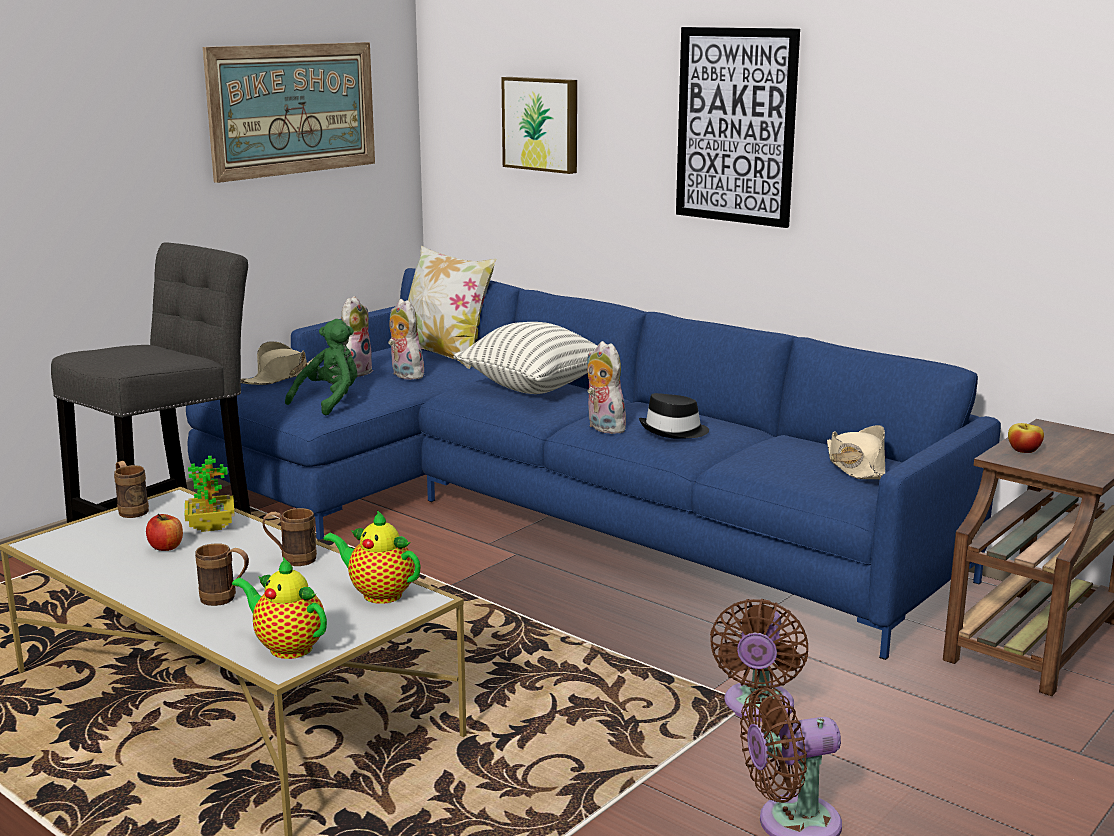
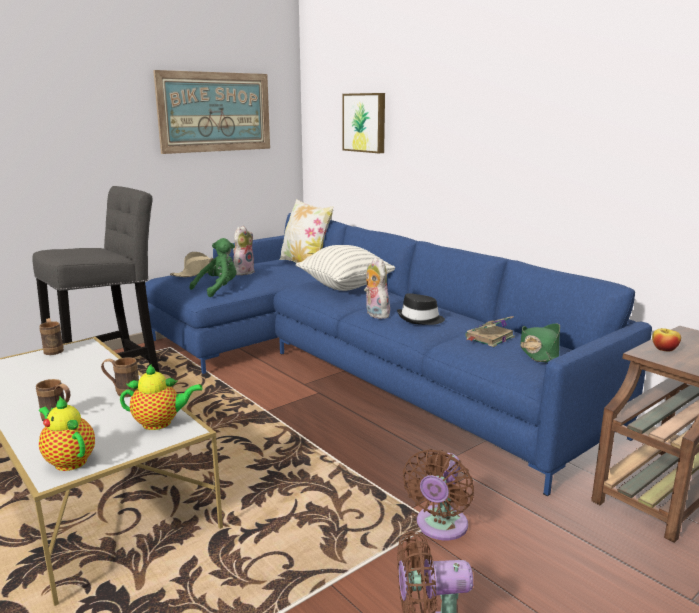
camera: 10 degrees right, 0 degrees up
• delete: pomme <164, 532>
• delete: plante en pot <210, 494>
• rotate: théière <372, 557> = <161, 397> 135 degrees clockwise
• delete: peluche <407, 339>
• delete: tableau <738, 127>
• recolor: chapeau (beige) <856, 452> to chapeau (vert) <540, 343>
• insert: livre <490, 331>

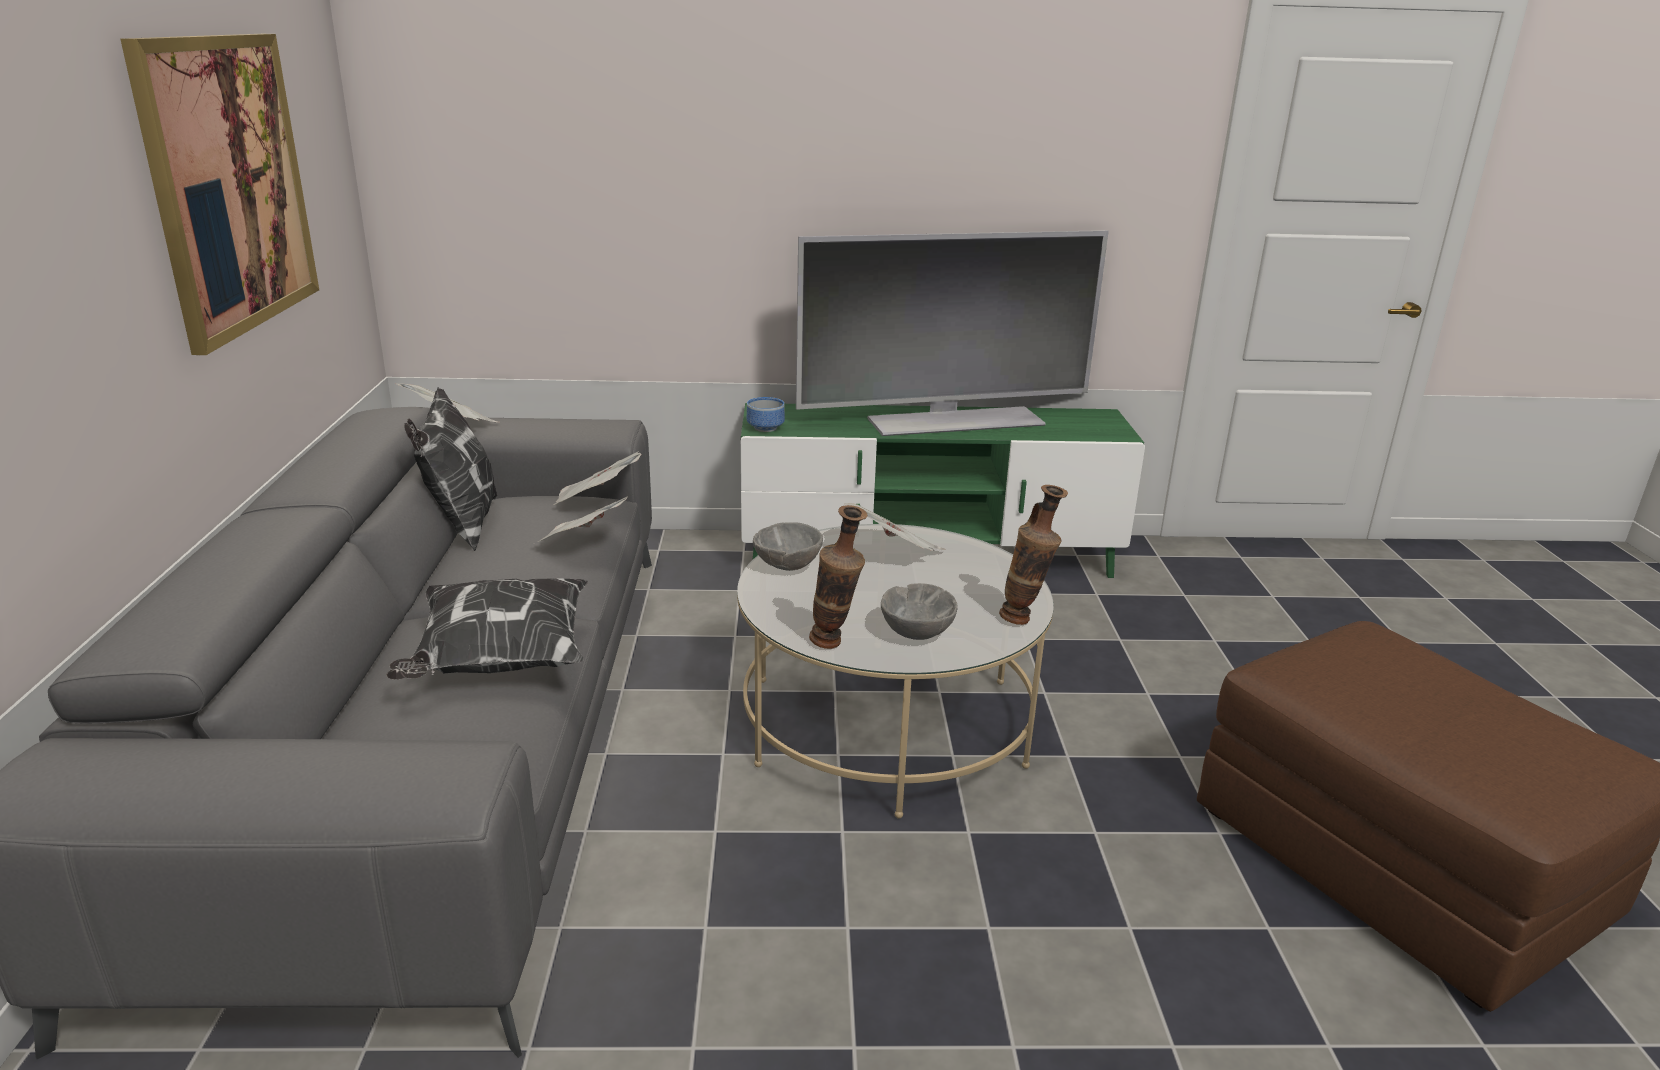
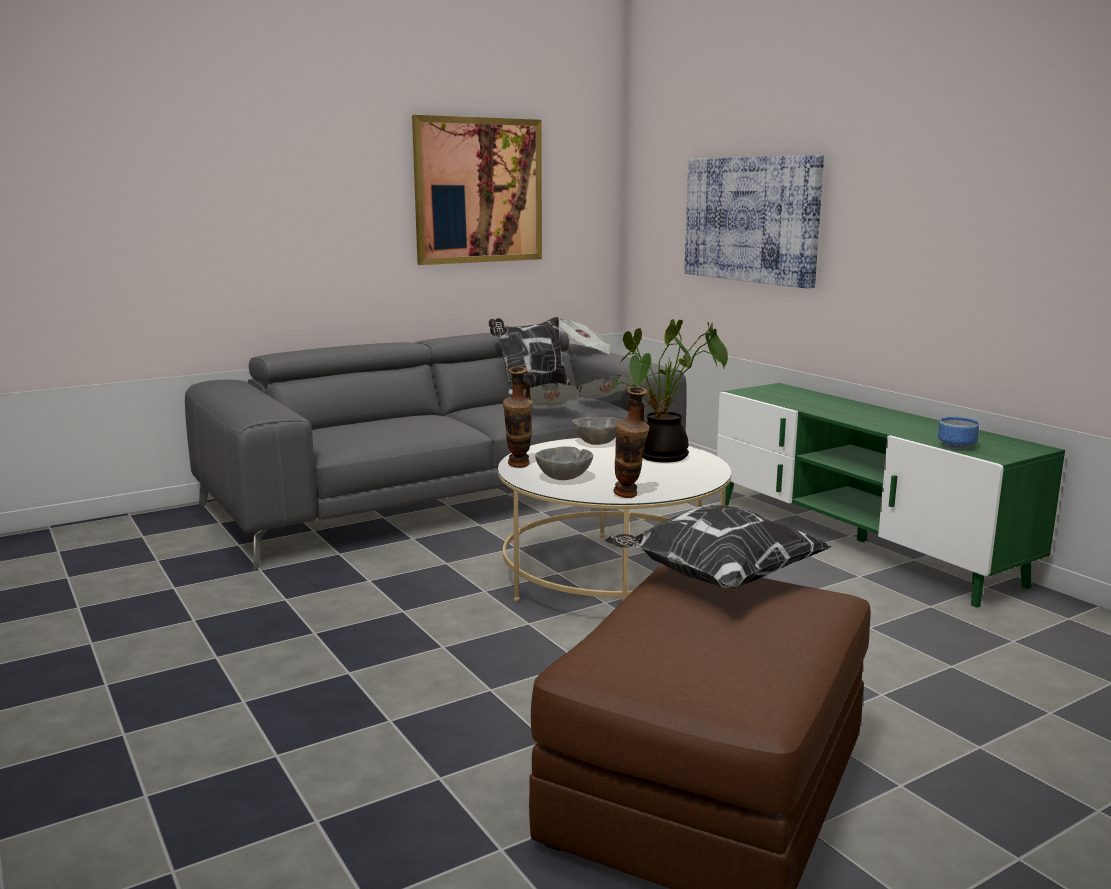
camera: 60 degrees right, 10 degrees down
• move: coussin <487, 629> to <718, 546>
• move: bol <766, 414> to <958, 433>
• delete: téléviseur <952, 333>
• replace: journal <895, 527> to plante en pot <668, 391>
• insert: tableau <754, 221>

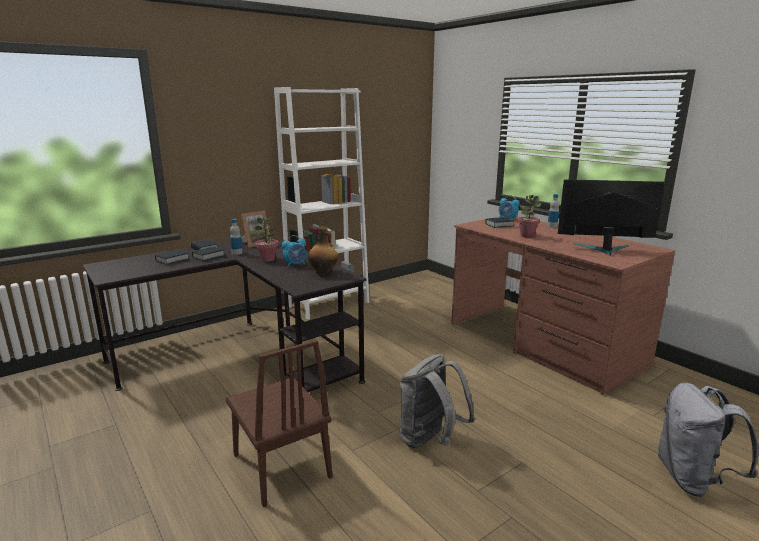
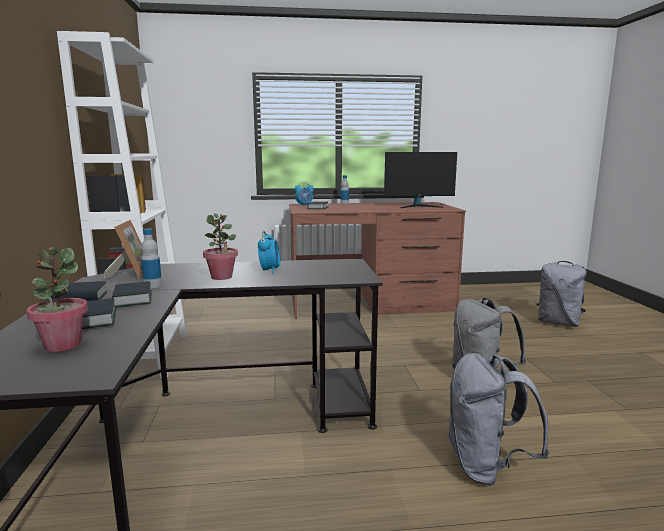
camera: 60 degrees left, 5 degrees down
• replace: chaise (marron) <279, 423> to sac à dos (gris) <498, 419>
• delete: bouteille <323, 251>
• move: plante en pot <529, 216> to <57, 299>
• rotate: écran d'ordinateur <611, 217> = <420, 180> 135 degrees counterclockwise

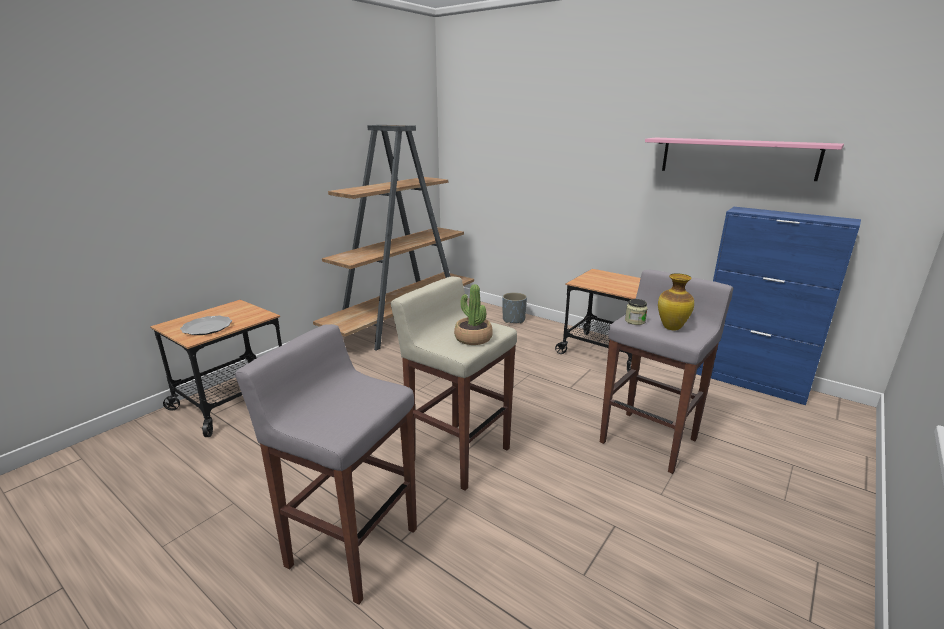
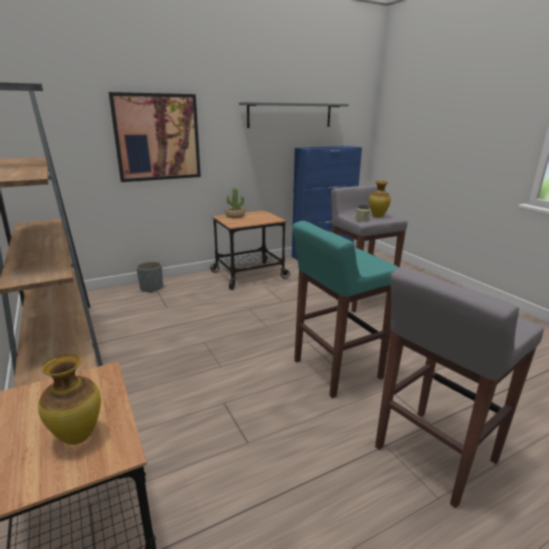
camera: 65 degrees left, 0 degrees up
• replace: assiette <206, 325> to vase <69, 399>
• recolor: tabouret (beige) <454, 384> to tabouret (turquoise) <345, 309>
• move: plante en pot <473, 314> to <235, 202>
• recolor: étagère (rose) <744, 159> to étagère (gris) <294, 115>
• insert: tableau <155, 137>

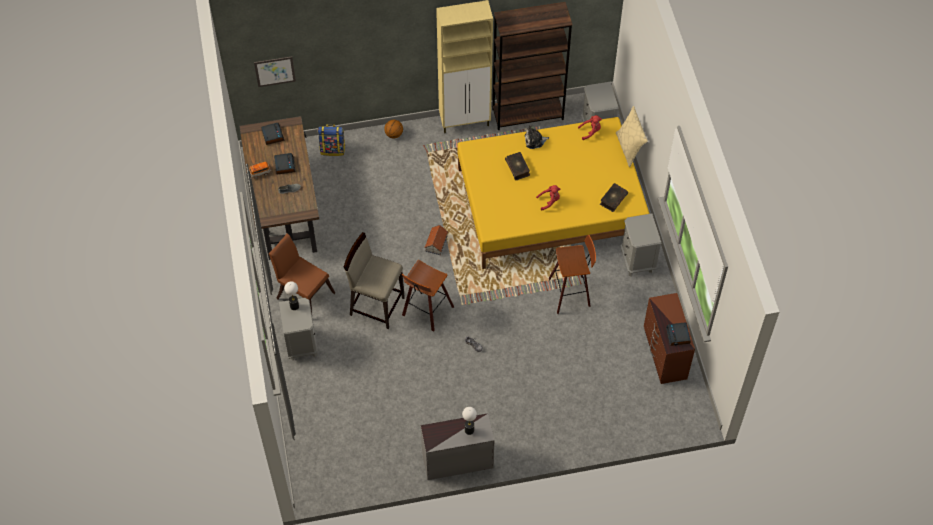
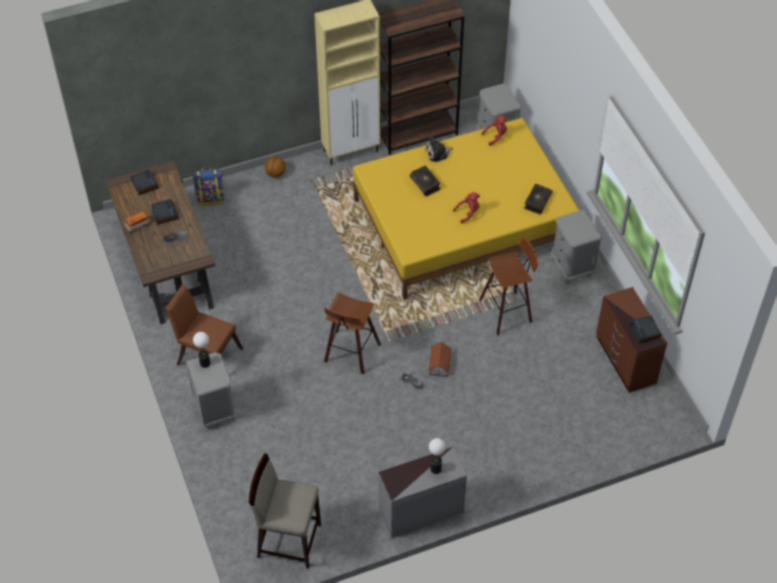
camera: 10 degrees left, 5 degrees down
• delete: tableau <275, 71>
• move: tabouret (beige) <374, 280> to <285, 511>
• move: maison miniature <436, 240> to <440, 359>
• delete: coussin (beige) <632, 136>

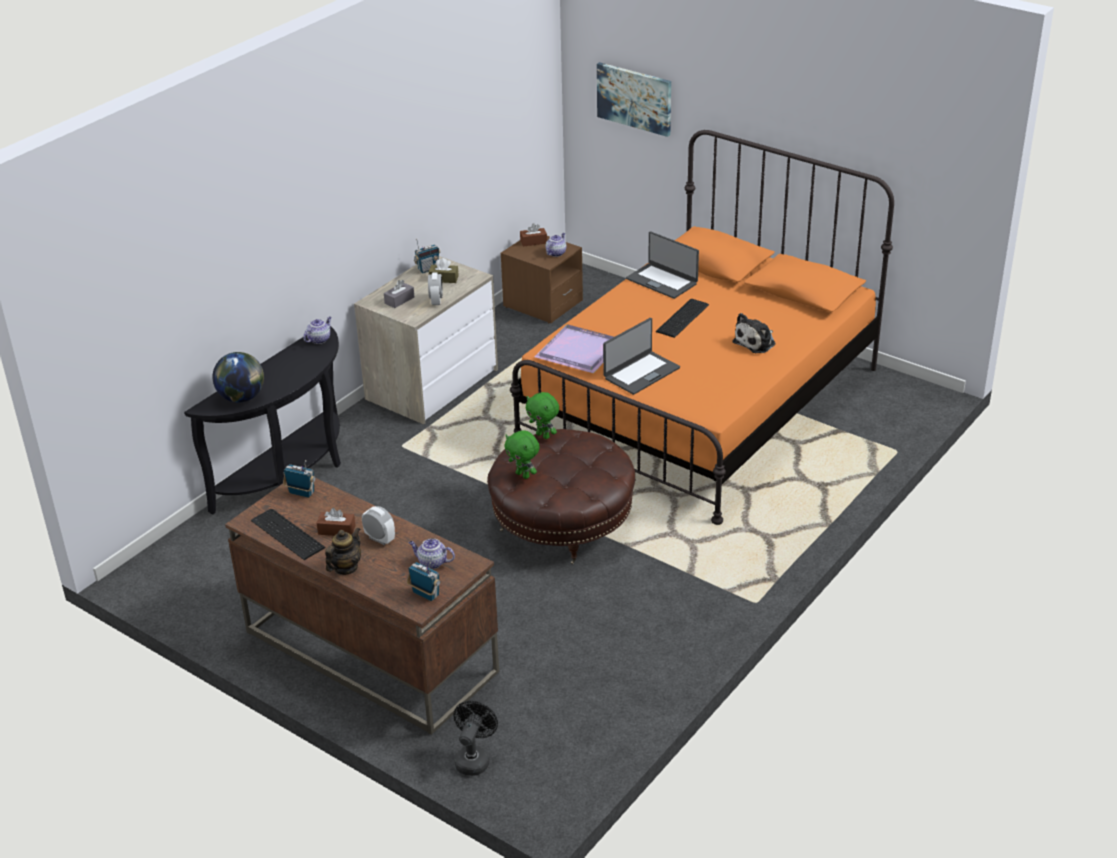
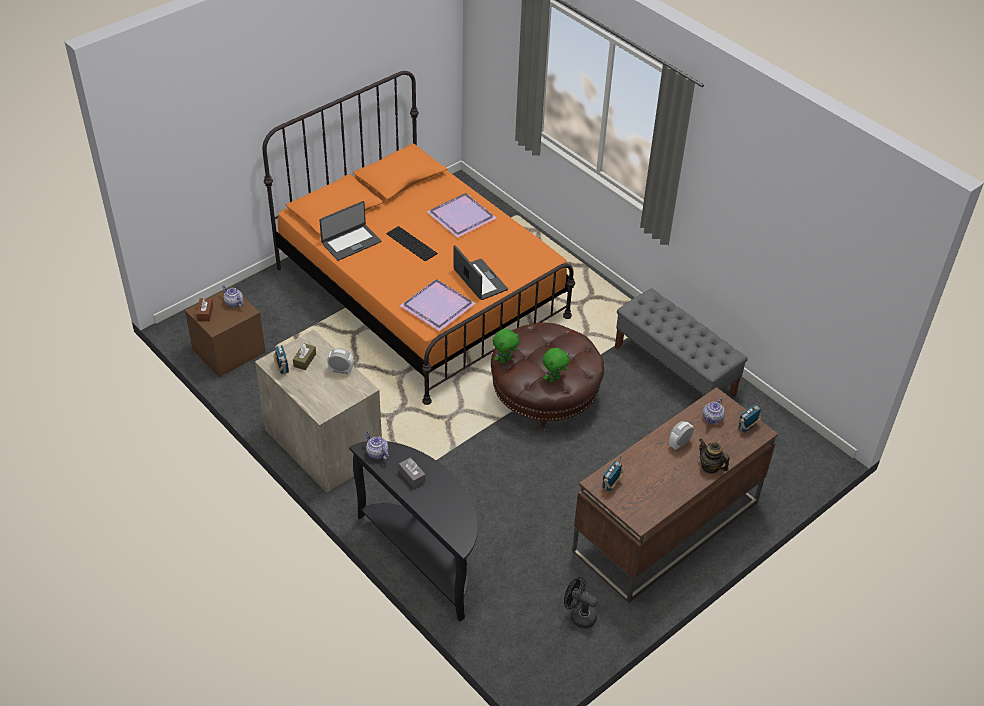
camera: 80 degrees left, 10 degrees up
• delete: globe <238, 377>
• delete: clavier <288, 534>
• delete: boîte à mouchoirs (marron) <336, 522>
• move: boîte à mouchoirs (gris) <399, 294> to <412, 472>
• move: ventilateur (noir) <475, 738> to <581, 603>
• delete: tableau <634, 99>
• replace: peluche <754, 333> to plateau (violet) <461, 215>
• insert: banc (gris) <681, 343>

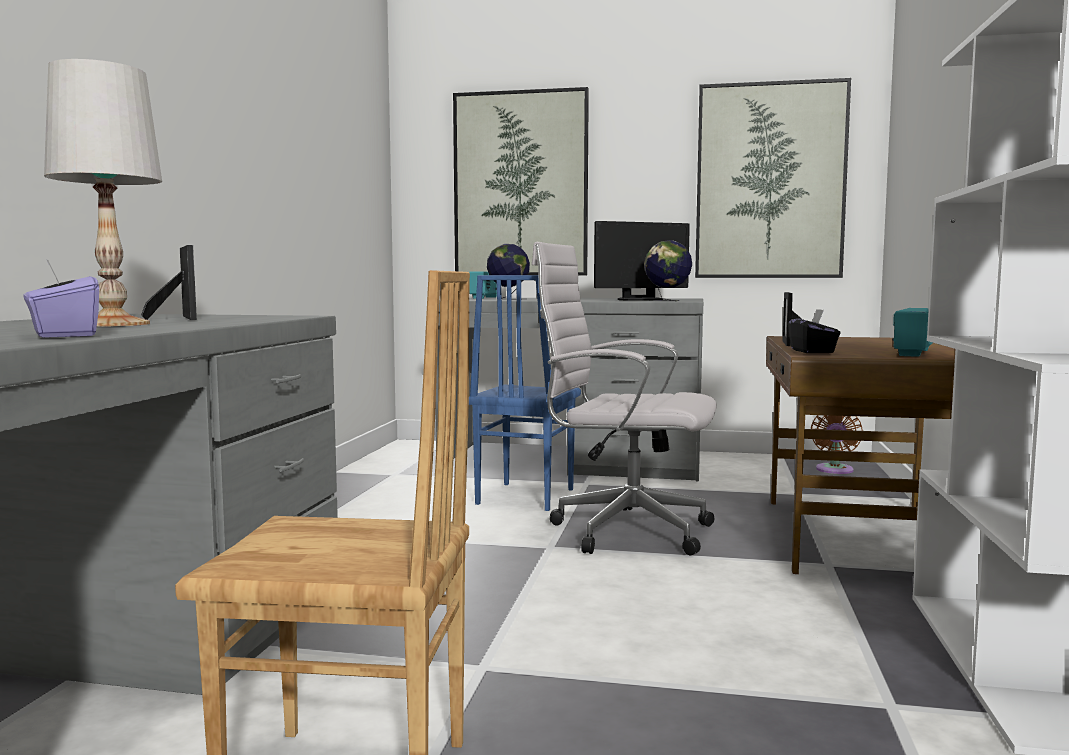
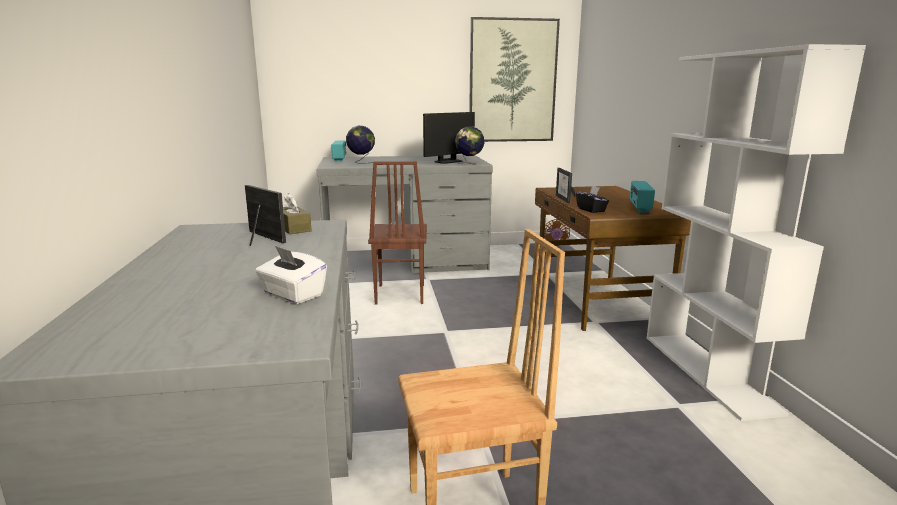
camera: 20 degrees left, 10 degrees up
• recolor: boîte à mouchoirs (violet) <61, 298> to boîte à mouchoirs (blanc) <291, 275>
• delete: lampe de table (blanc) <103, 193>
• delete: tableau <521, 181>
• recolor: chaise (bleu) <525, 393> to chaise (marron) <397, 233>
• delete: chaise de bureau (blanc) <624, 399>
• insert: boîte à mouchoirs (marron) <297, 213>

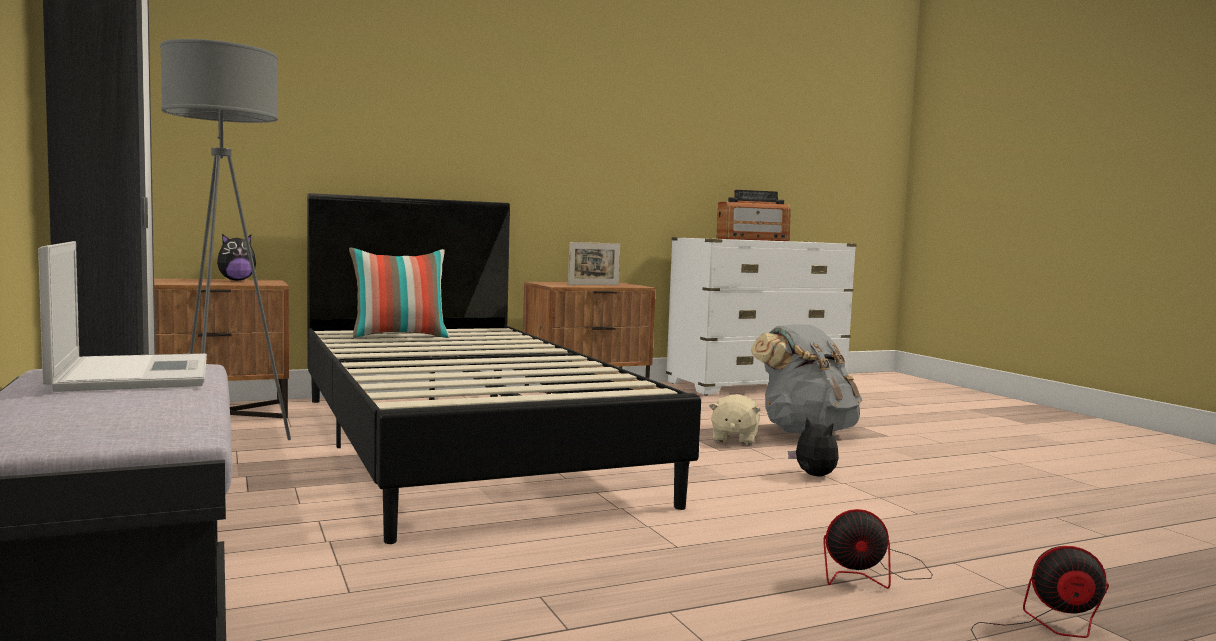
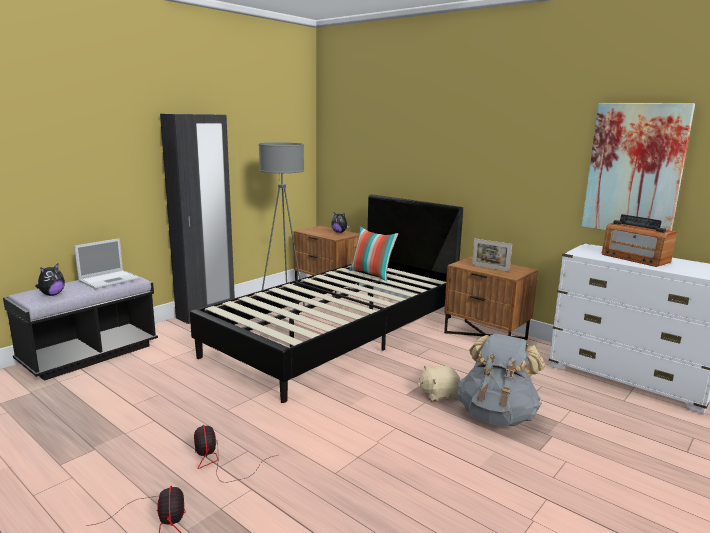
camera: 65 degrees right, 10 degrees up
• move: peluche <813, 447> to <50, 279>
• insert: tableau <638, 167>

